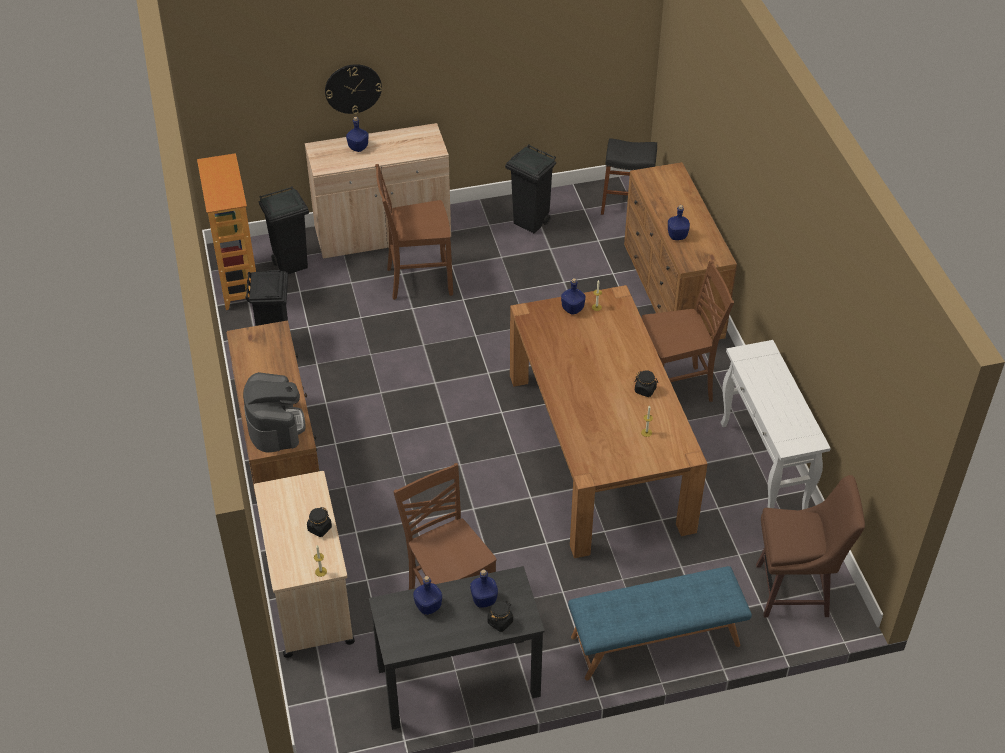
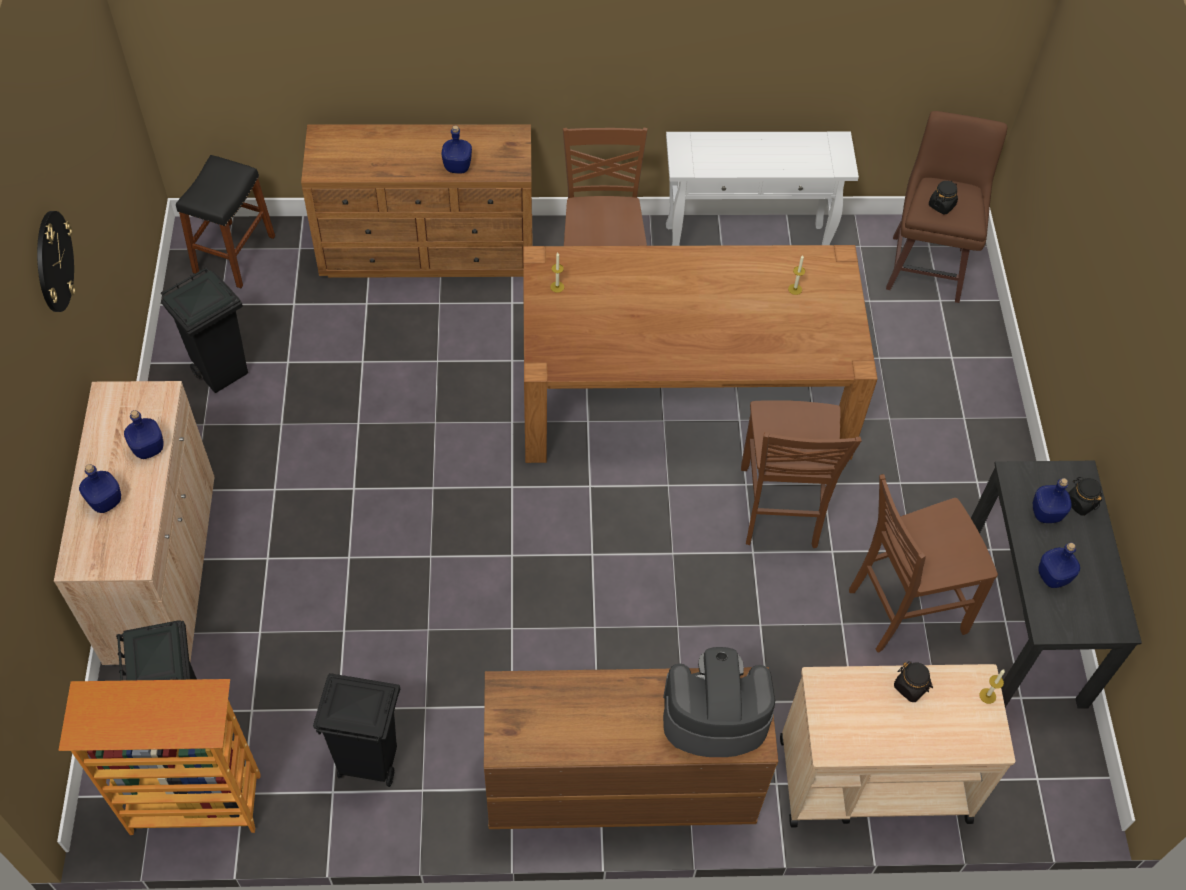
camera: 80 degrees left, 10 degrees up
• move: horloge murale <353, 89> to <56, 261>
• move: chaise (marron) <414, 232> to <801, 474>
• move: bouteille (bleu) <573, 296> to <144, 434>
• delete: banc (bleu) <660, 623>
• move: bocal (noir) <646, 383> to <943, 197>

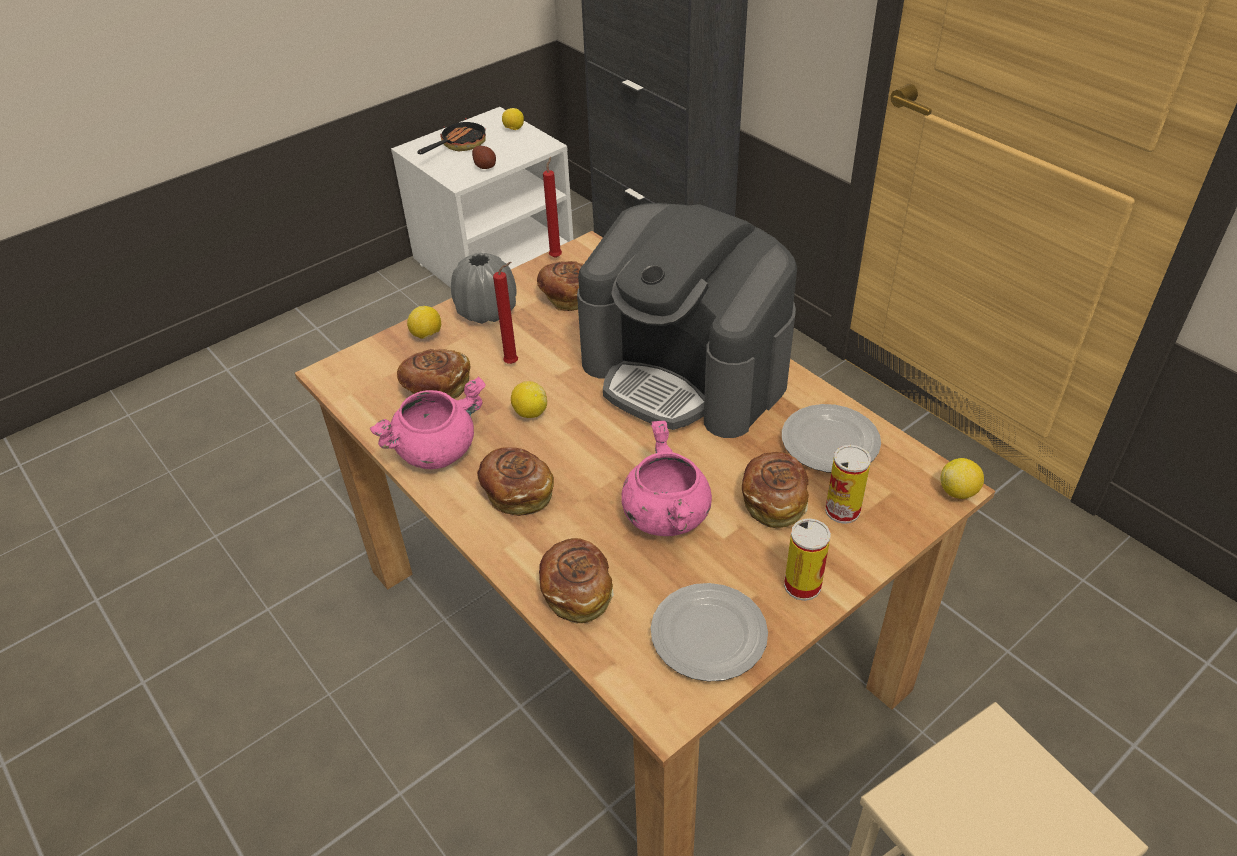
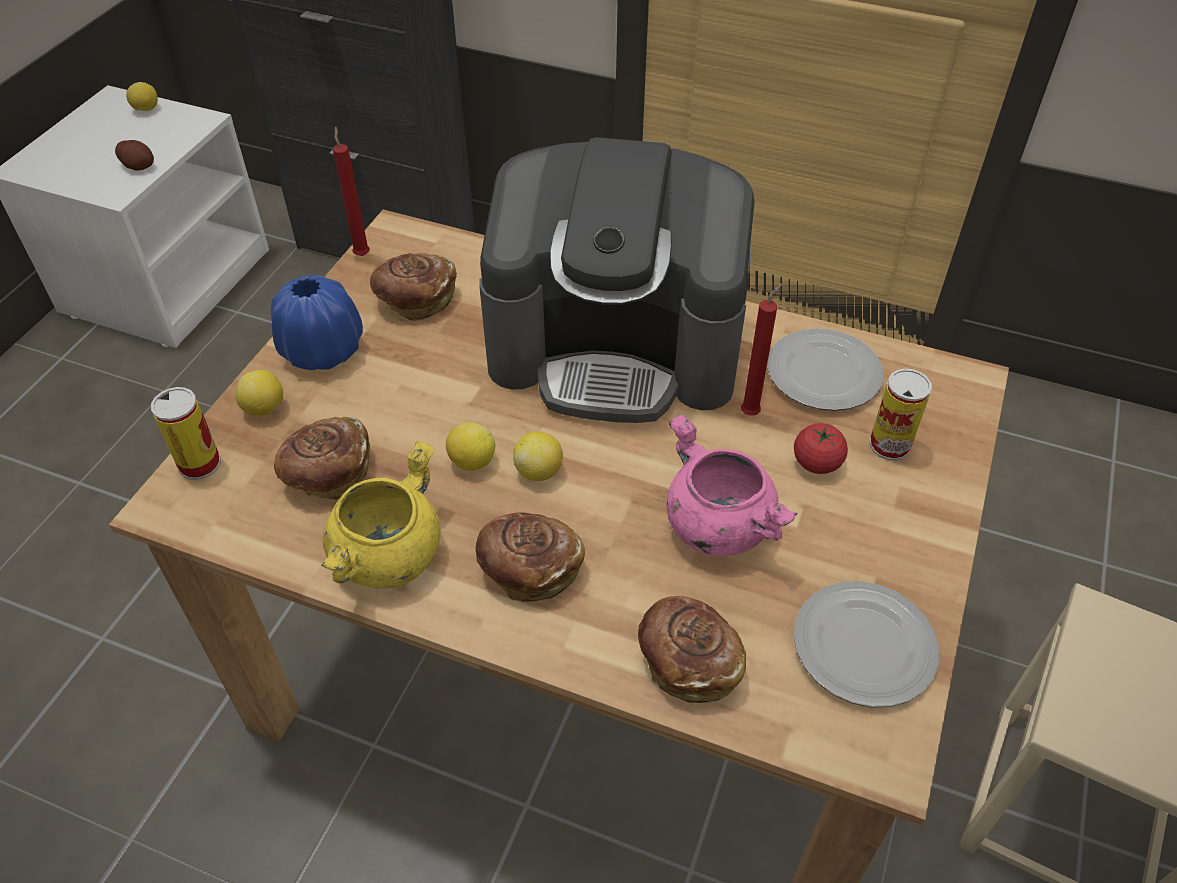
camera: 30 degrees left, 5 degrees up
• recolor: marmite (rose) <428, 422> to marmite (jaune) <381, 514>
• delete: poêle <451, 136>
• recolor: vase (gris) <484, 288> to vase (bleu) <317, 322>
• move: bougie (rouge) <505, 313> to <762, 349>
• replace: pain <775, 490> to tomate <821, 448>
• move: boîte métallique <807, 559> to <186, 433>
• move: citron <962, 478> to <538, 456>

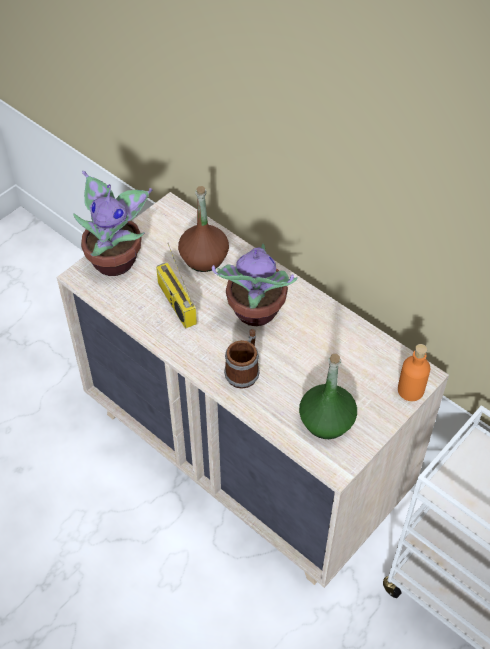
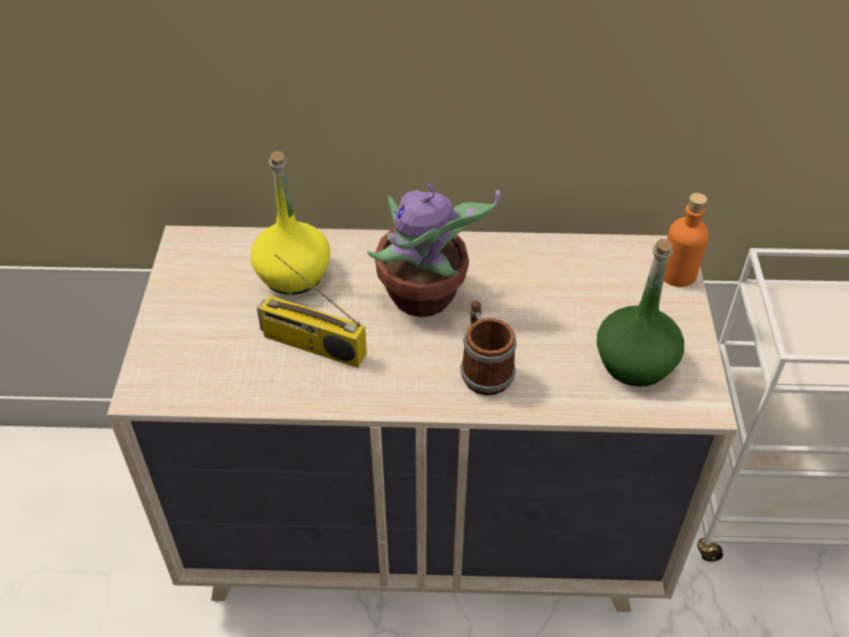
camera: 40 degrees left, 5 degrees down
• delete: plante en pot <113, 223>
• recolor: bouteille (marron) <203, 229> to bouteille (jaune) <290, 223>

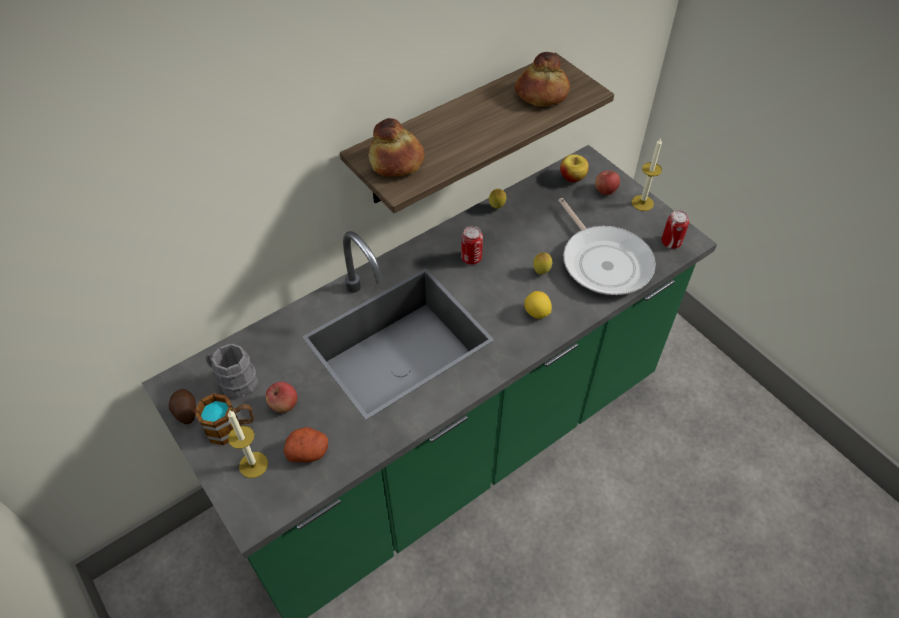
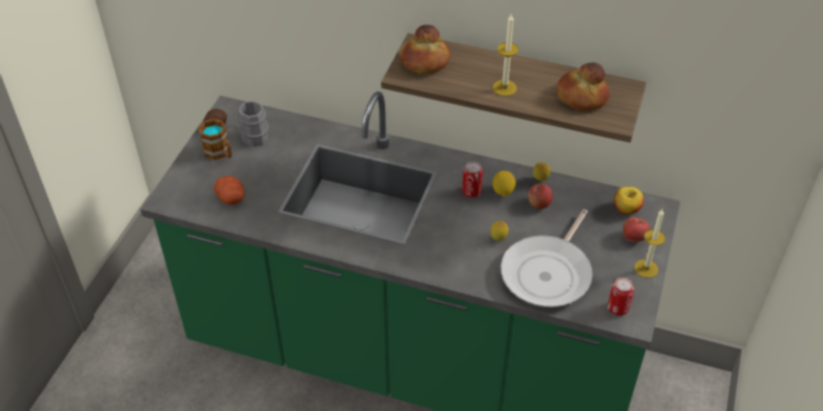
camera: 55 degrees right, 5 degrees down
• move: bougie <248, 444> to <506, 55>
• move: pomme <282, 397> to <540, 196>
• move: citron <538, 305> to <504, 183>

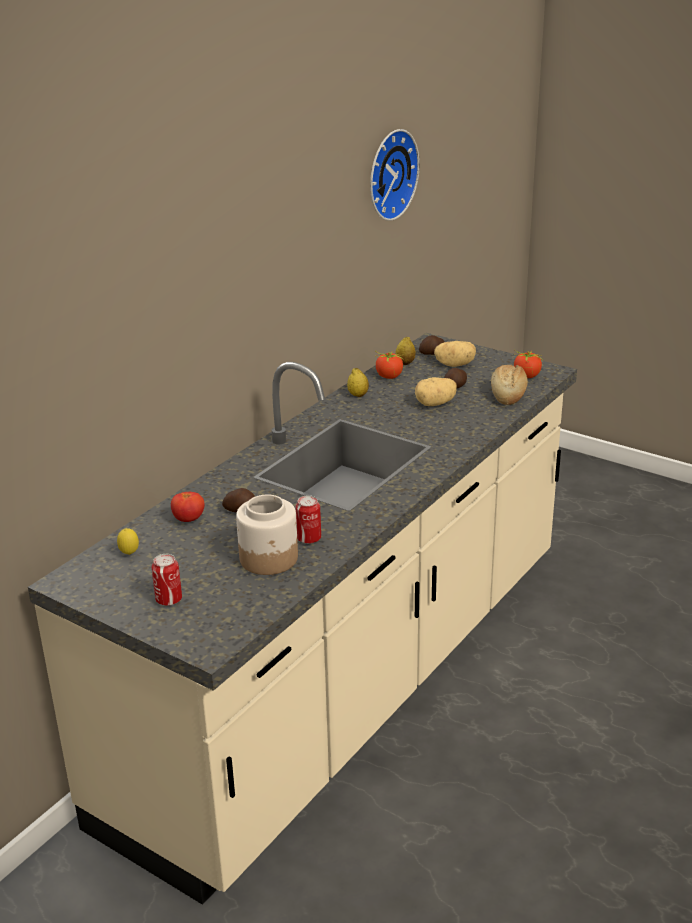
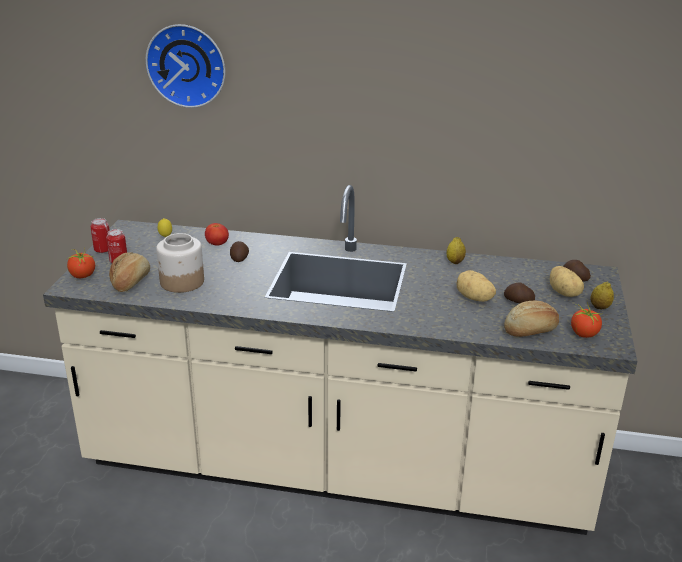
camera: 65 degrees right, 0 degrees up
• move: boîte métallique <308, 519> to <100, 235>
• move: horloge murale <395, 175> to <185, 66>
• move: tomate <389, 364> to <80, 263>
• move: citron <405, 351> to <602, 295>
• insert: pain <129, 272>

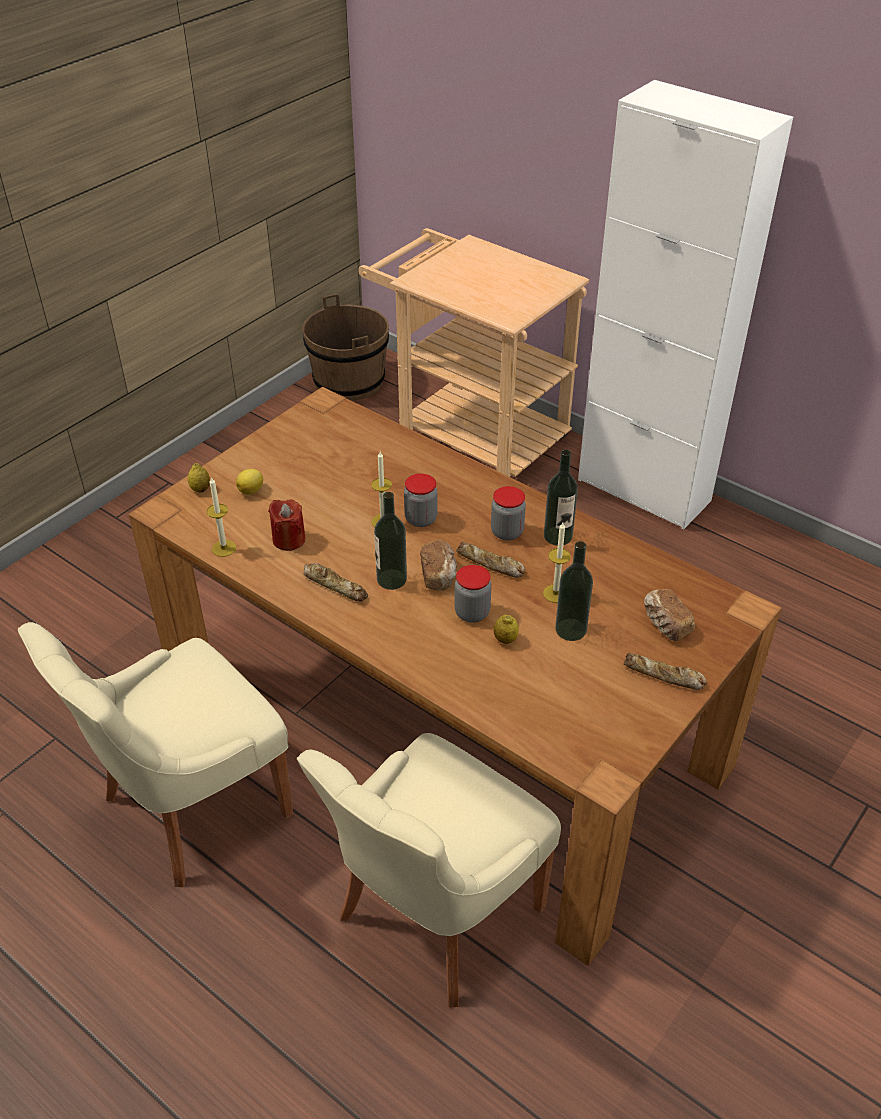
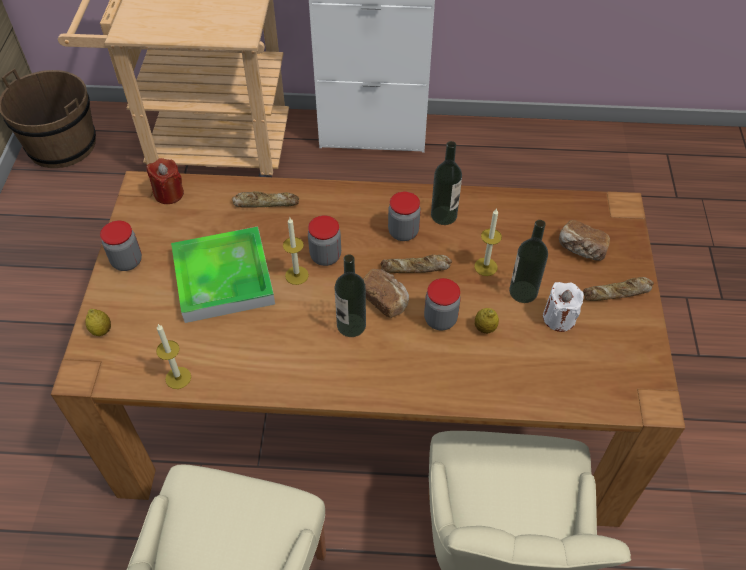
camera: 35 degrees left, 10 degrees up
• delete: citron <249, 482>
• move: bougie (rouge) <287, 525> to <165, 181>
• move: pain <335, 582> to <265, 199>
• insert: bocal <121, 246>
• insert: plateau <223, 274>
• insert: bougie (blanc) <563, 307>

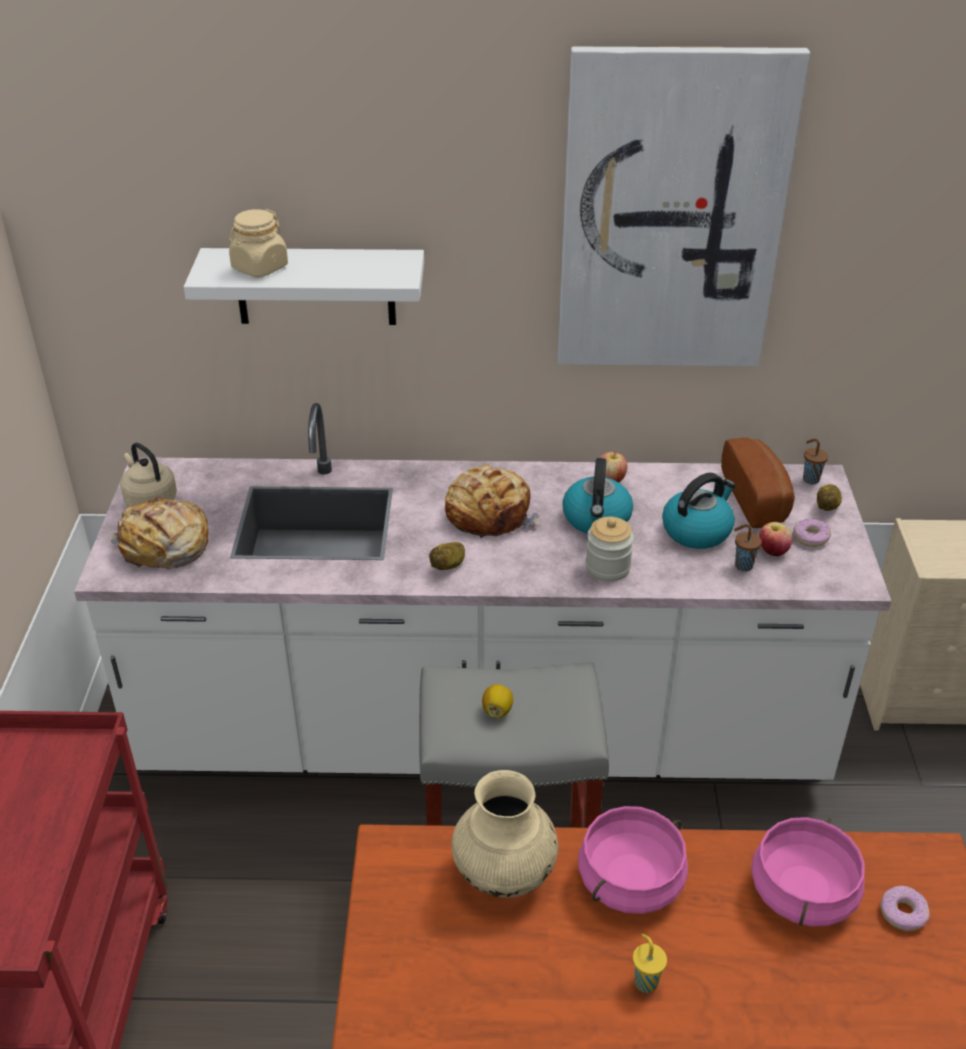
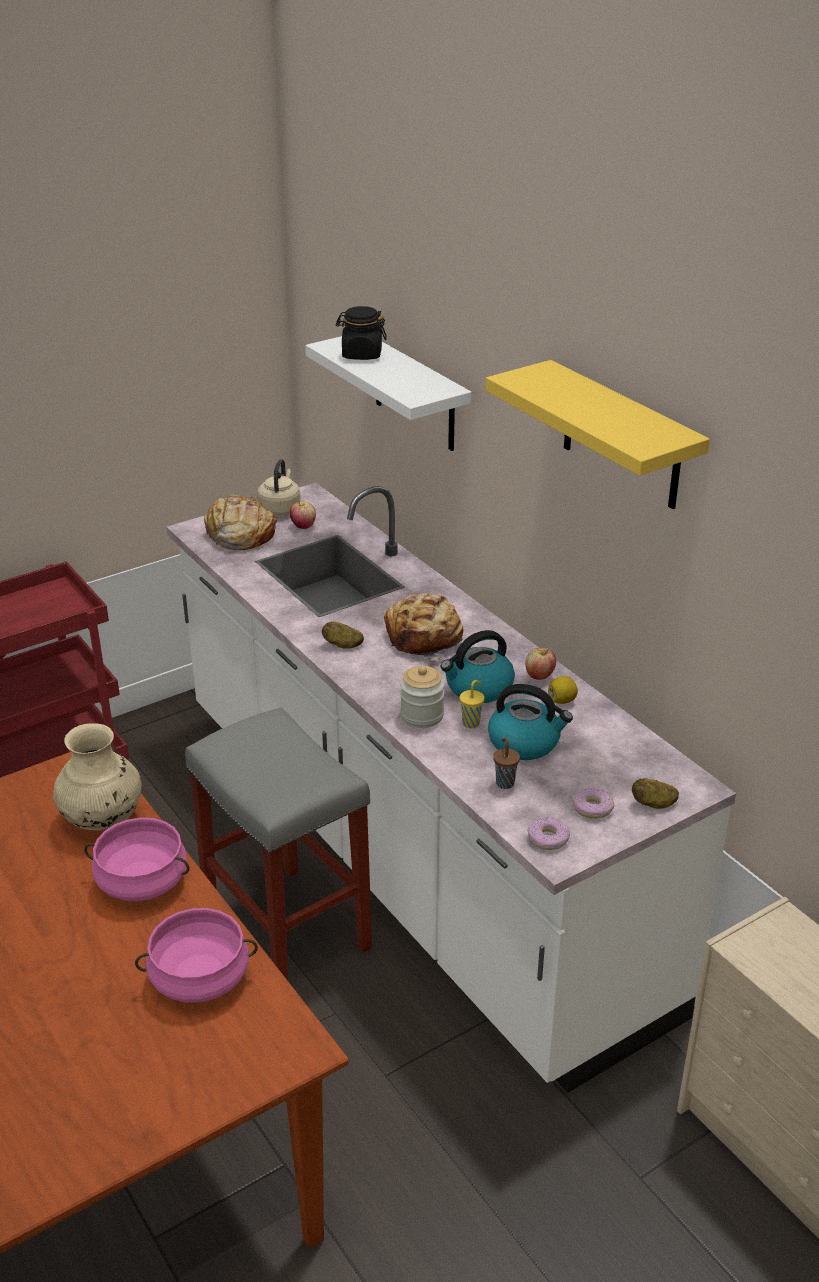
camera: 55 degrees right, 5 degrees down
• recolor: bocal (beige) <258, 243> to bocal (noir) <361, 333>
• move: citron <497, 701> to <563, 690>
• replace: tableau <683, 206> to étagère (jaune) <597, 434>
• move: tasse (jaune) <650, 963> to <471, 704>
• delete: pain <758, 483>
• move: pomme <775, 539> to <303, 514>
• delete: tasse (marron) <815, 461>
• move: beignet <905, 908> to <548, 833>

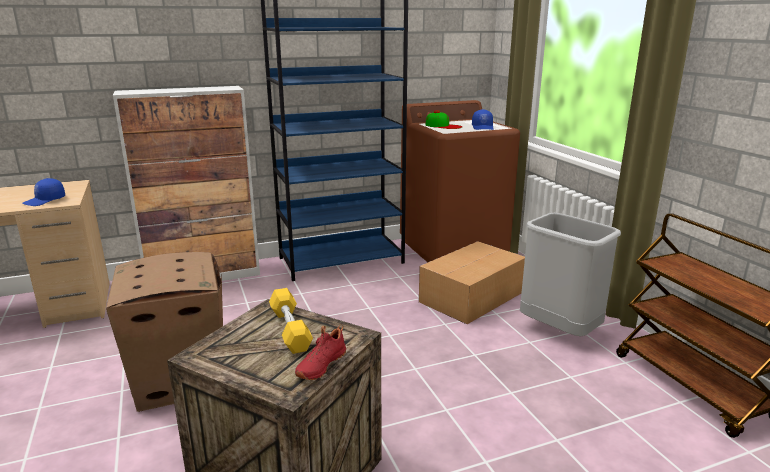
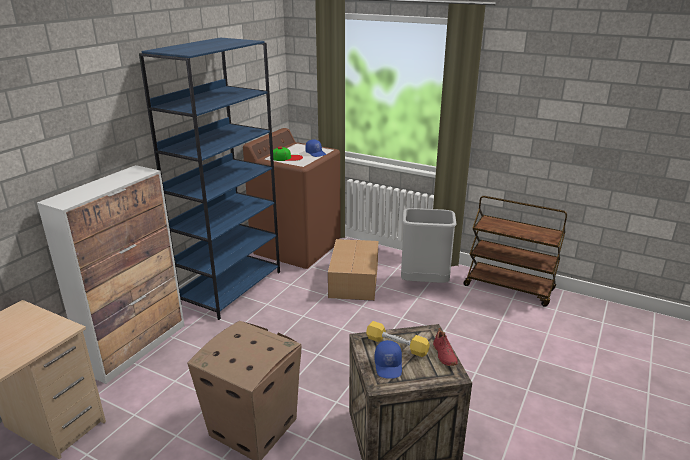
camera: 40 degrees left, 5 degrees up
• move: casquette (bleu) <43, 192> to <388, 359>

